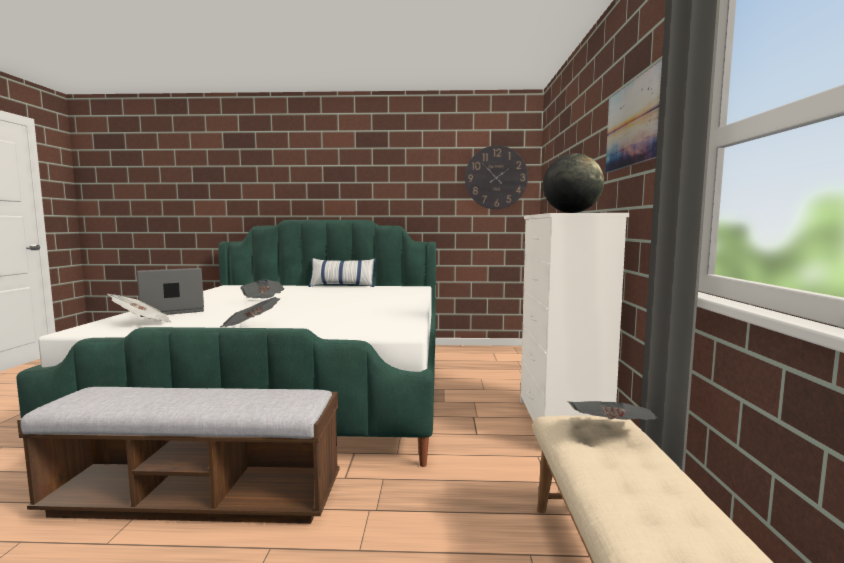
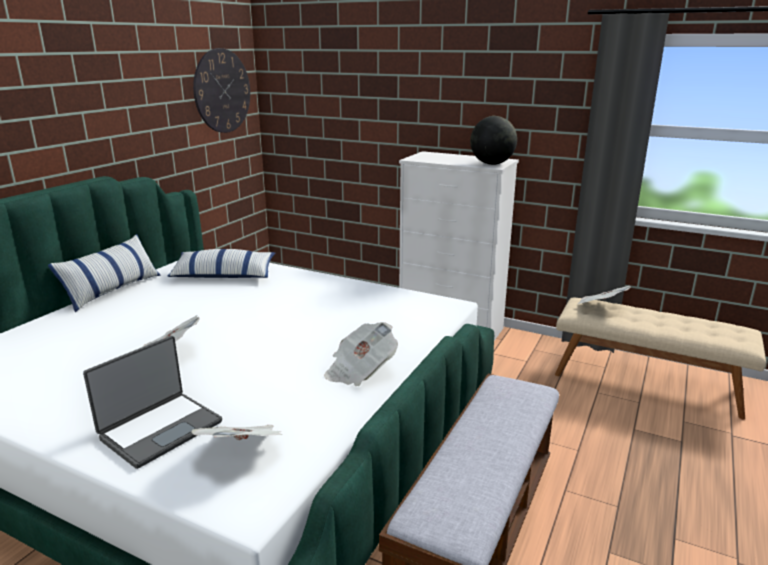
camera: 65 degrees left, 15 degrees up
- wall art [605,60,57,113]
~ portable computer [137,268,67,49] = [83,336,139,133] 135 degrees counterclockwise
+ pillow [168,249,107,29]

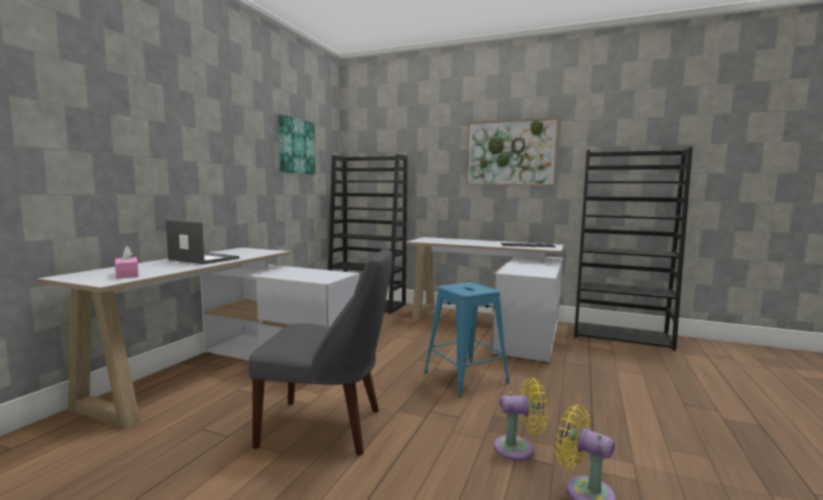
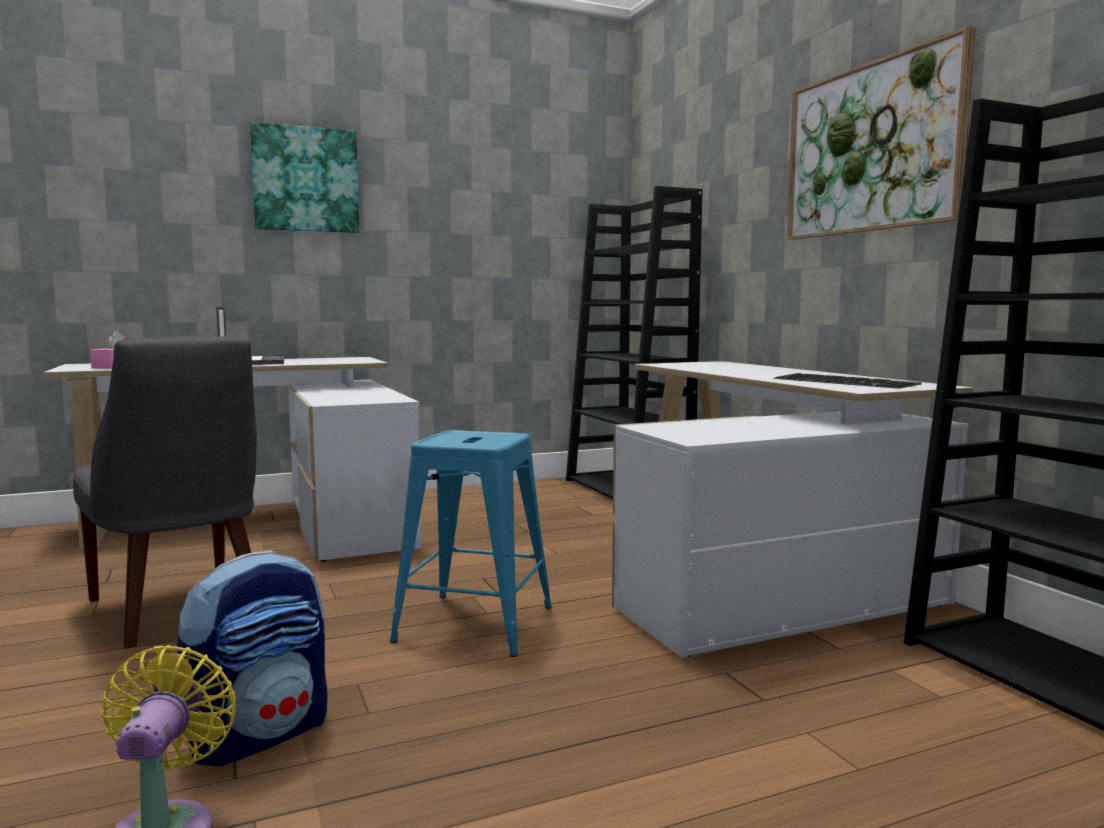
camera: 45 degrees right, 0 degrees up
~ wall art [278,114,37,61] to [250,122,109,111]
~ yellow-coloured fan [494,378,54,83] to backpack [177,550,150,216]

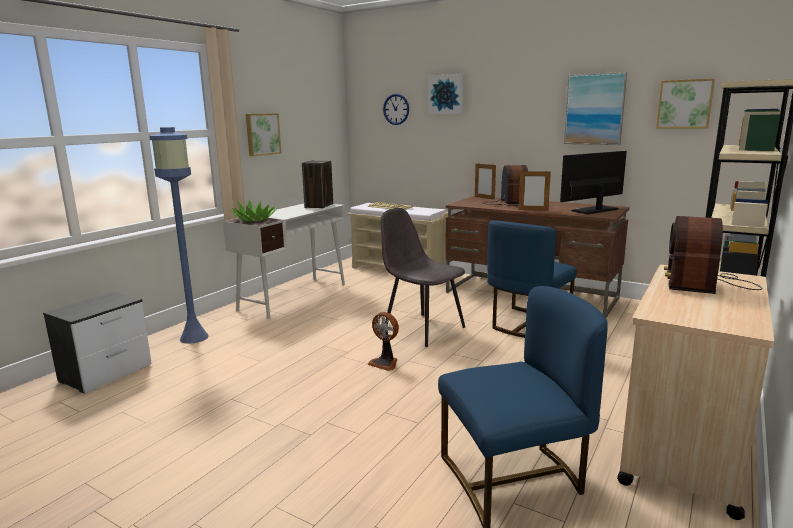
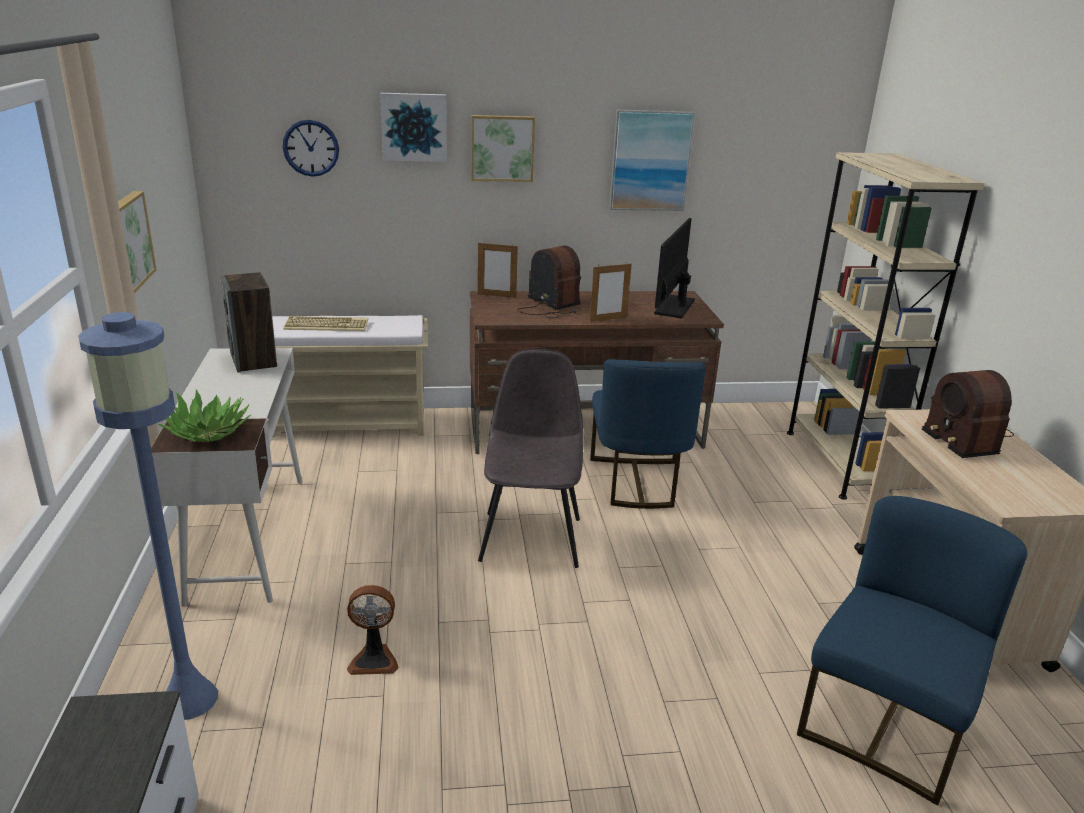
camera: 40 degrees left, 10 degrees up
~ wall art [656,79,59,49] to [471,115,64,67]
~ grey plain chair [381,208,84,139] = [478,349,106,219] 90 degrees clockwise
~ fan [368,312,31,59] to [347,585,51,90]

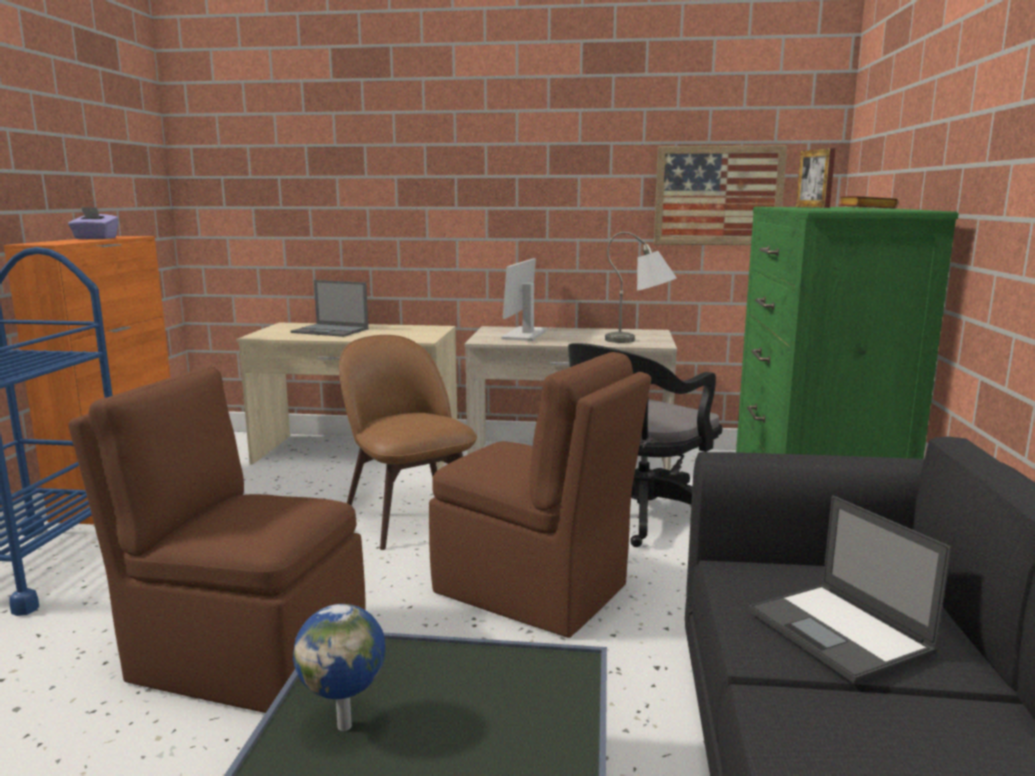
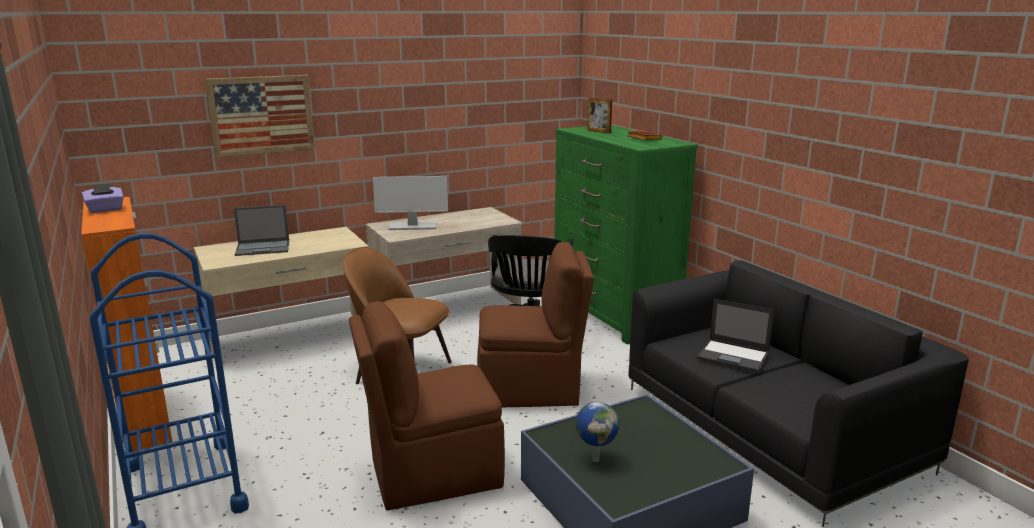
camera: 35 degrees left, 5 degrees up
~ wall art [654,145,133,100] to [205,75,110,83]
- grey table lamp [605,232,72,111]
~ computer display [501,258,47,83] = [373,176,75,54] 75 degrees counterclockwise

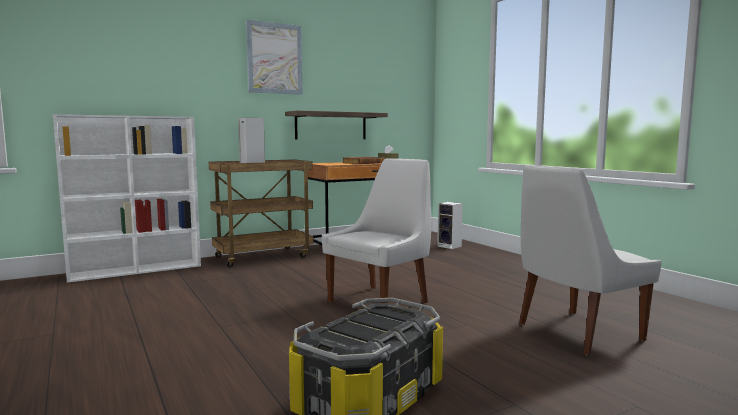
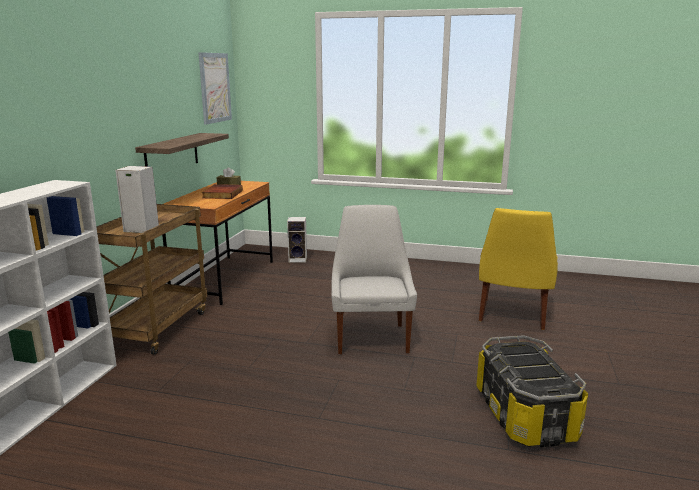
camera: 45 degrees left, 10 degrees up
~ wall art [246,20,57,75] to [198,52,34,73]
~ white-coloured plain chair [519,165,142,191] to yellow-coloured plain chair [479,208,79,122]

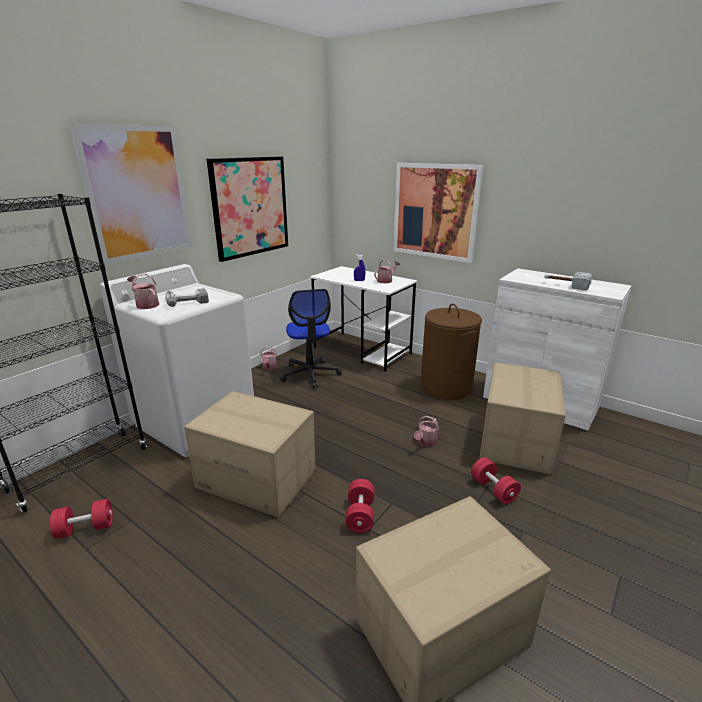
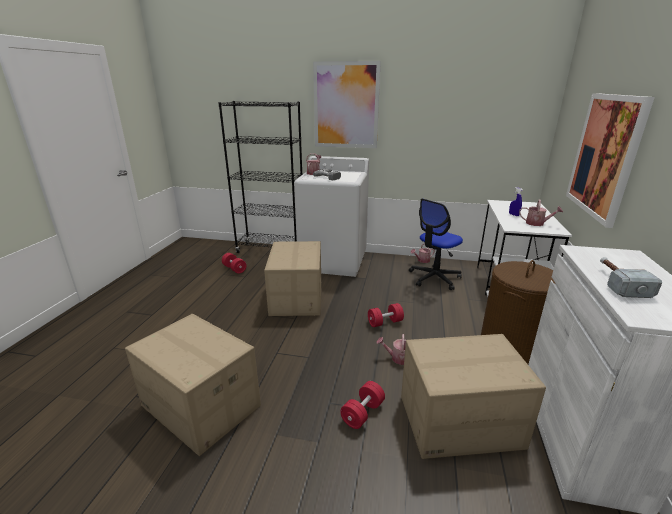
camera: 65 degrees right, 0 degrees up
- wall art [207,157,81,105]
~ red-coloured free weight [345,479,29,54] to [368,303,36,24]

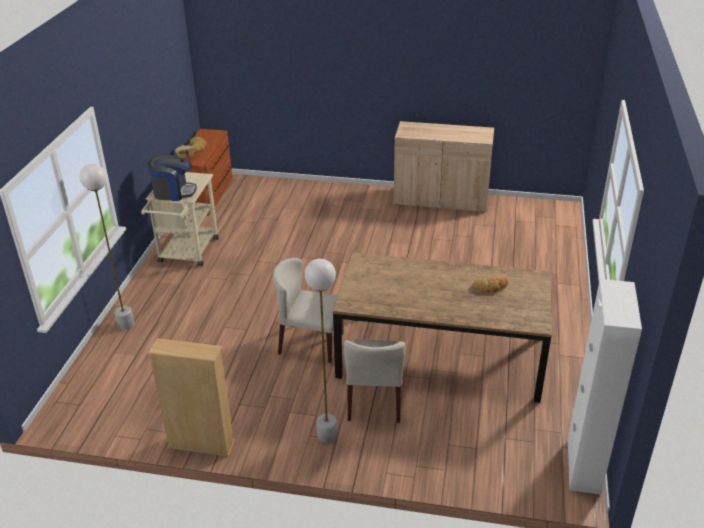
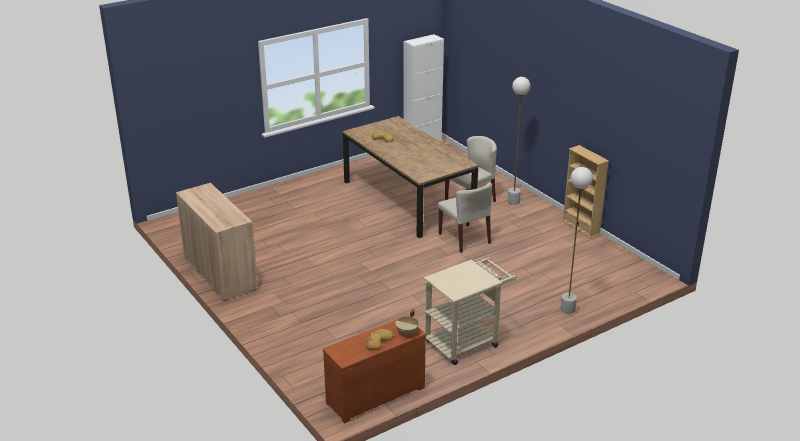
camera: 135 degrees left, 5 degrees down
- coffee maker [147,154,50,47]

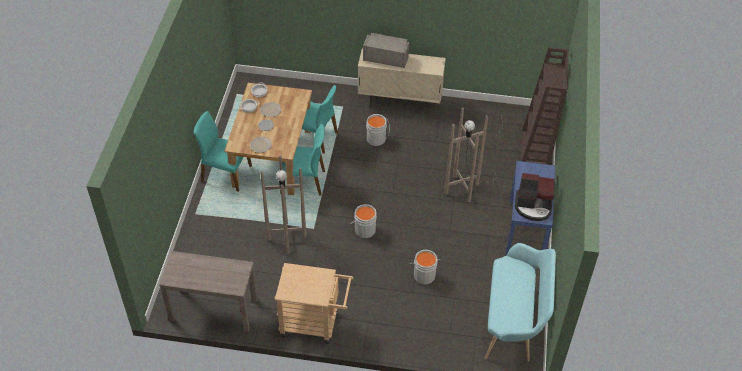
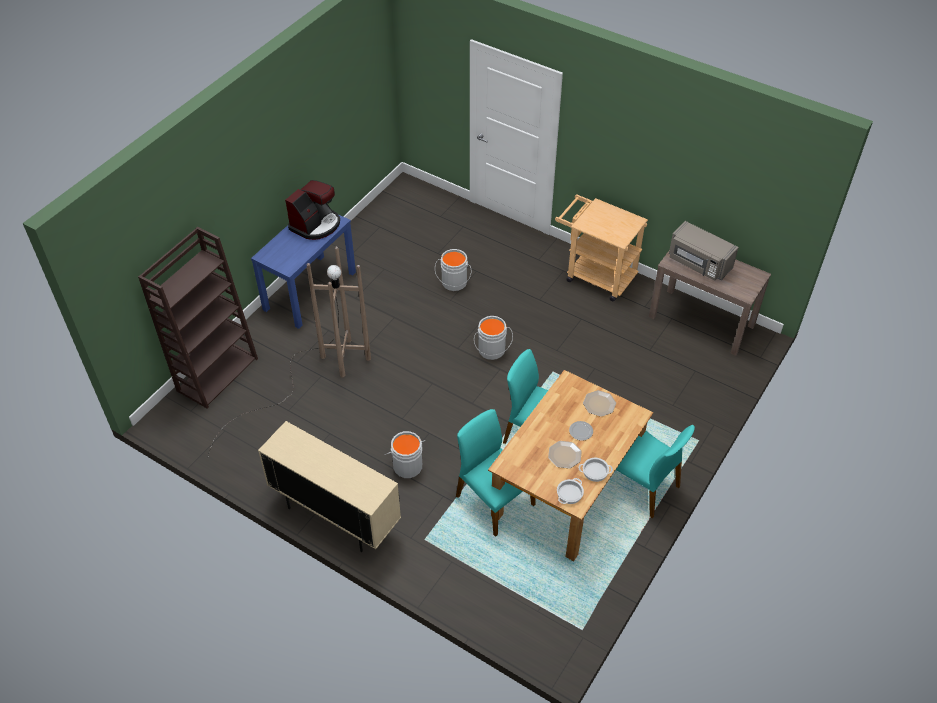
camera: 155 degrees left, 0 degrees up
~ grey microwave oven [363,33,46,35] to [669,221,70,60]
- brown-coloured standing lamp [260,155,116,149]
~ coffee maker [515,173,40,48] = [285,180,55,60] 90 degrees clockwise
- turquoise-coloured indoor bench [485,243,71,119]

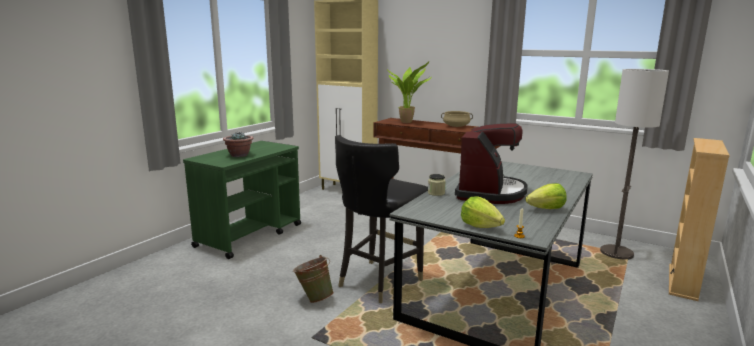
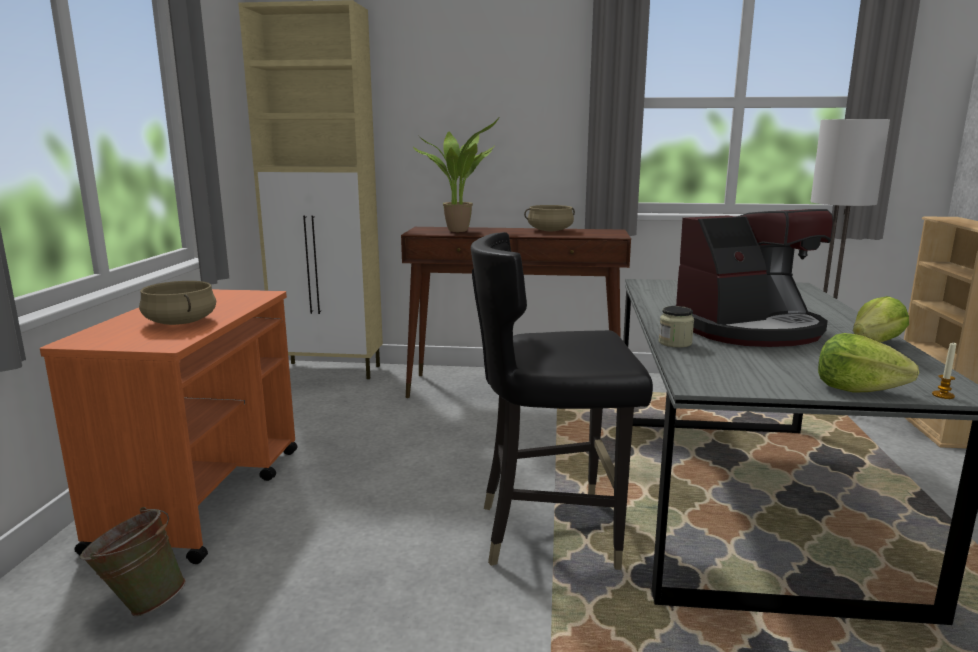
camera: 25 degrees left, 0 degrees up
~ coffee maker [455,123,73,81] = [676,209,157,138] 75 degrees clockwise
~ plant in a pot [223,132,30,25] to sand-coloured cooking pot [139,281,77,44]
~ blackish plain chair [335,135,93,168] = [471,232,182,338] 75 degrees clockwise
~ greenish cart [183,141,118,118] to orange-coloured cart [40,289,258,275]
~ greenish pail [293,255,41,48] to [80,507,106,109]

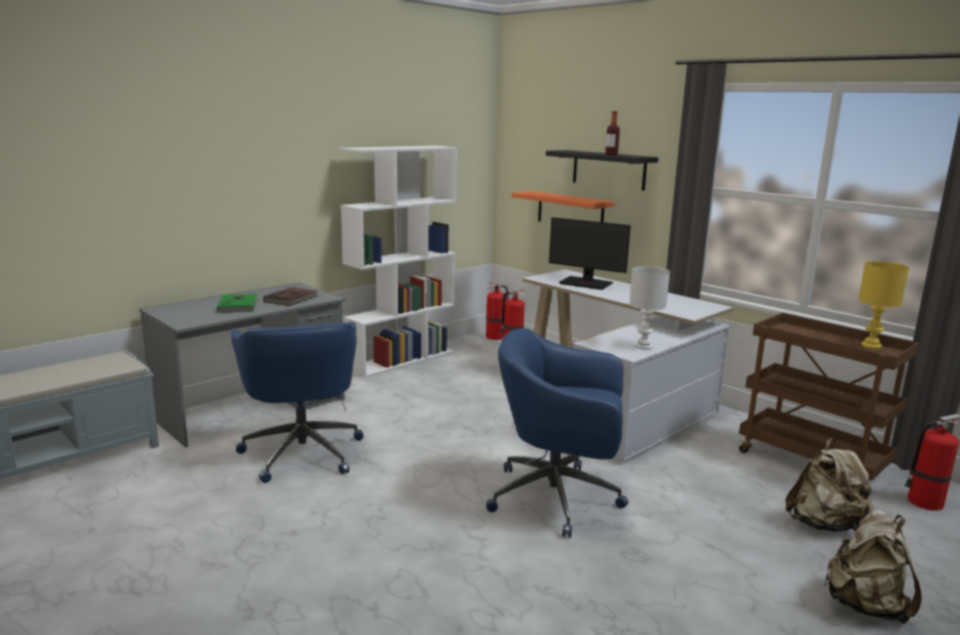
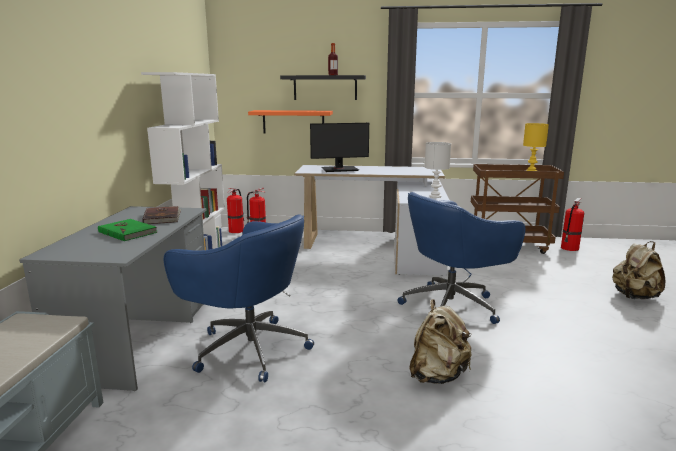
camera: 40 degrees left, 0 degrees up
~ sand-coloured backpack [785,438,89,94] to [409,299,63,85]

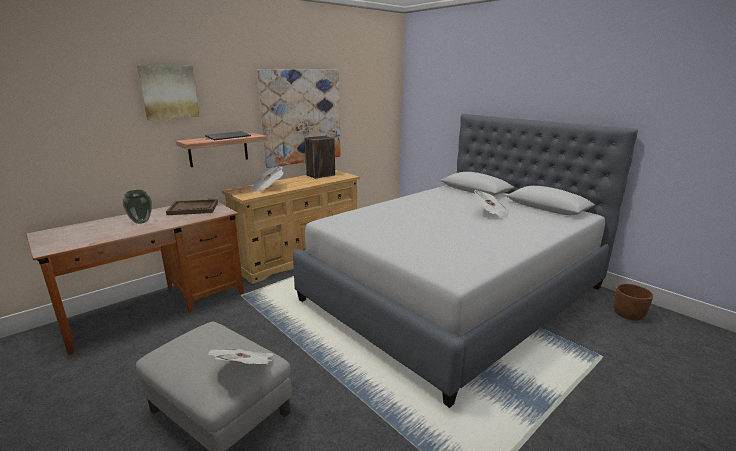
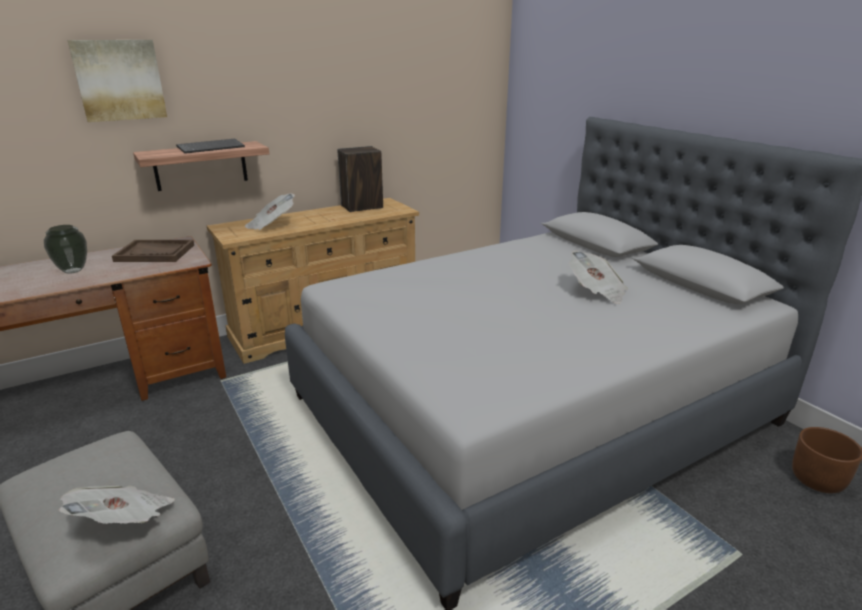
camera: 10 degrees right, 5 degrees up
- wall art [257,69,84,99]

